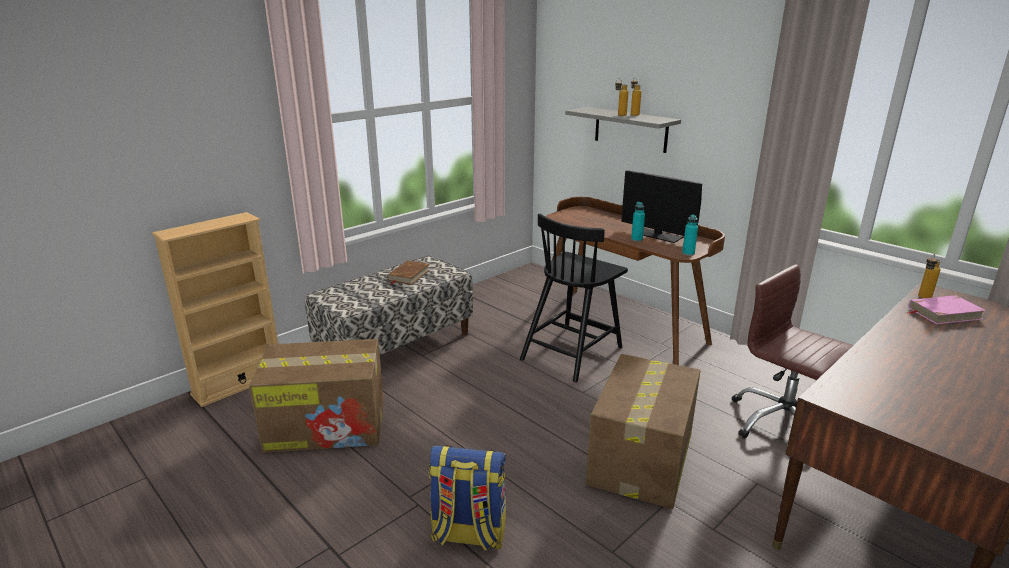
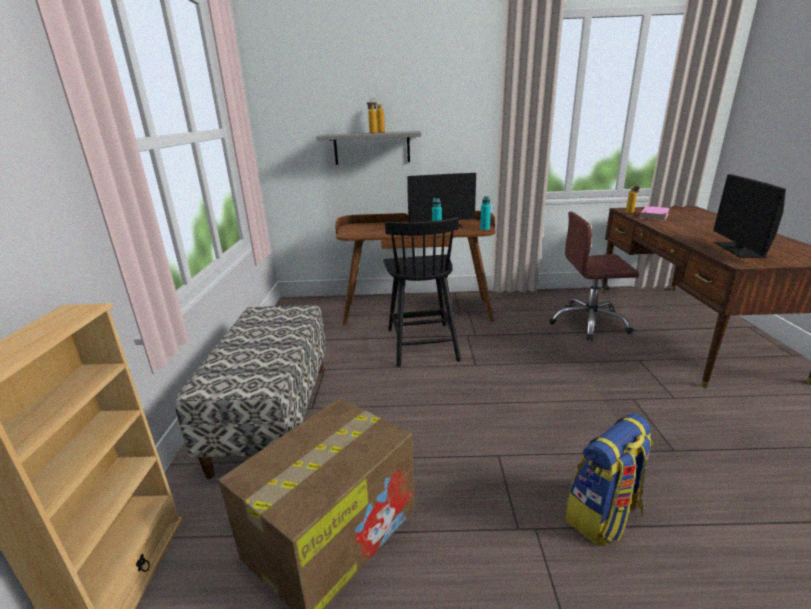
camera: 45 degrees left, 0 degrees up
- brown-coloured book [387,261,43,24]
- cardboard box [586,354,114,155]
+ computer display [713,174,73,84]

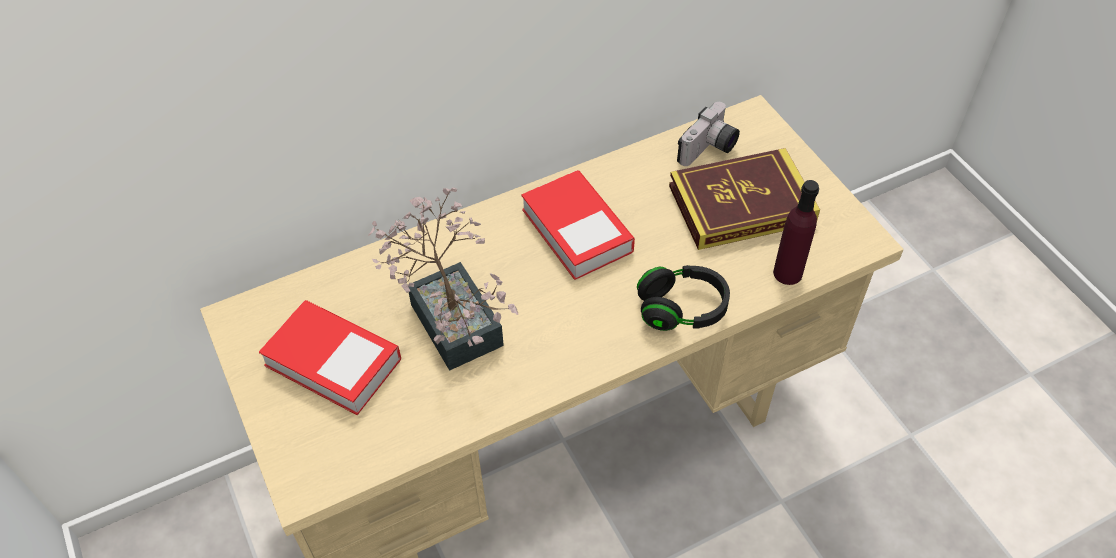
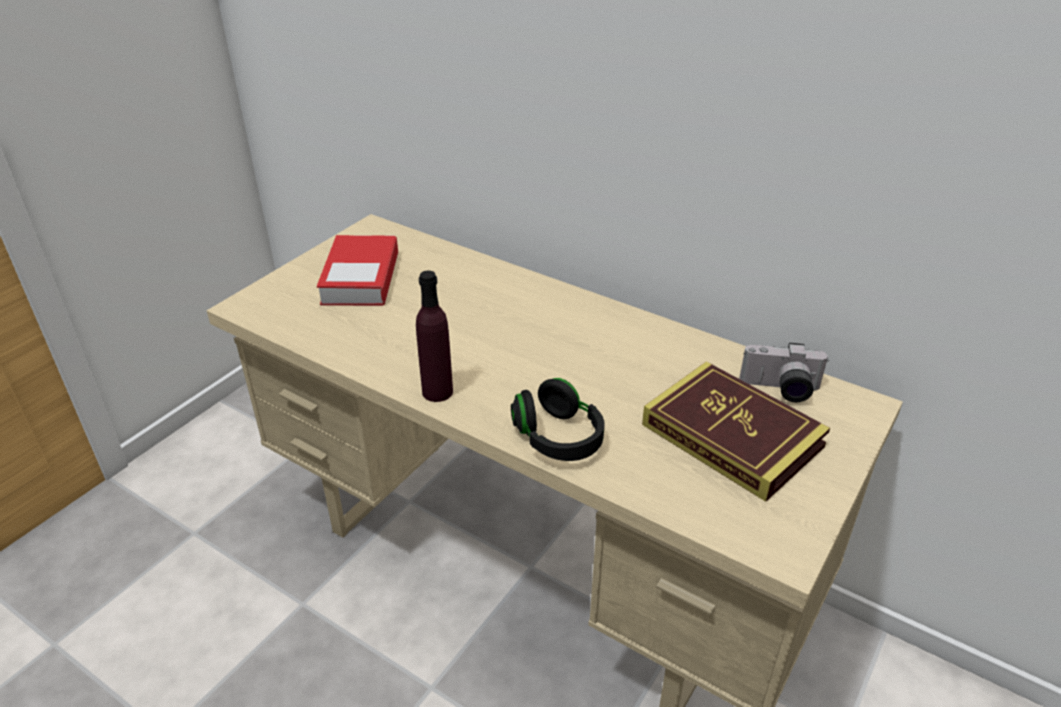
camera: 60 degrees right, 15 degrees down
- book [521,170,114,110]
~ purplish bottle [773,180,46,105] to [416,271,37,131]
- plant in a pot [368,188,150,183]

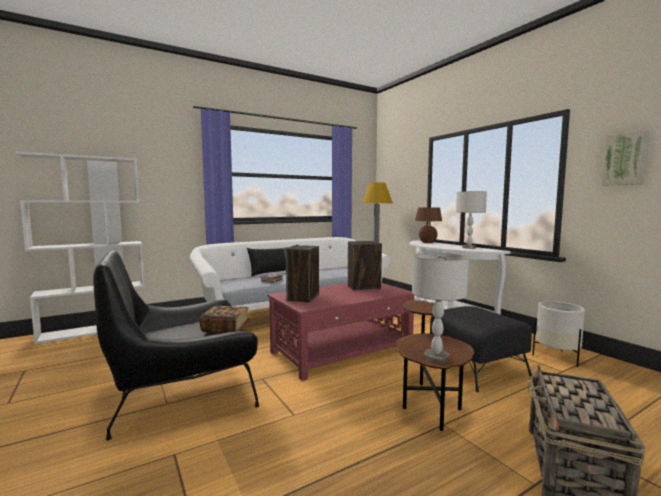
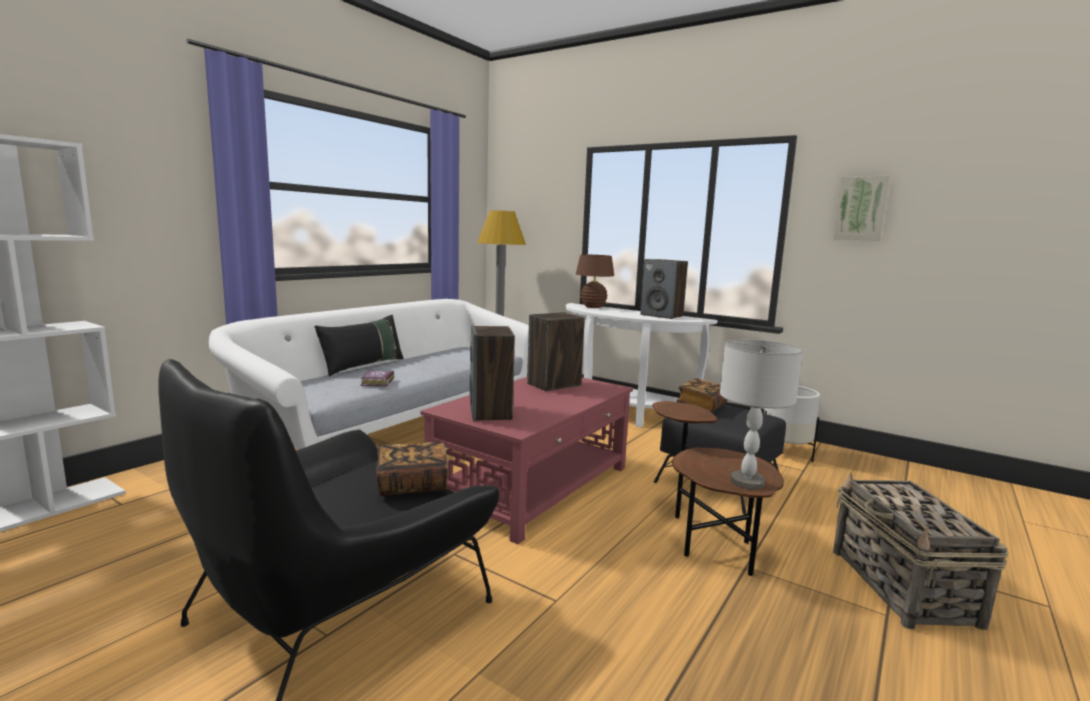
camera: 25 degrees left, 5 degrees up
~ grey table lamp [456,191,31,58] to audio speaker [640,259,48,60]
+ book [676,379,51,34]

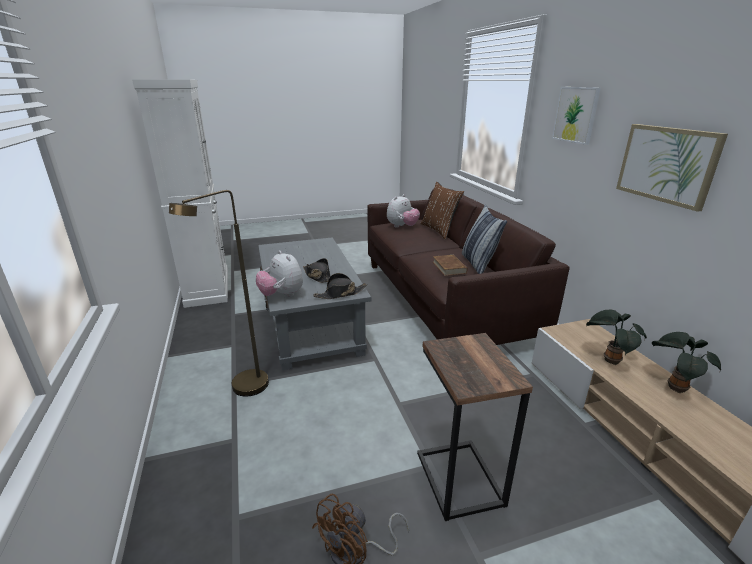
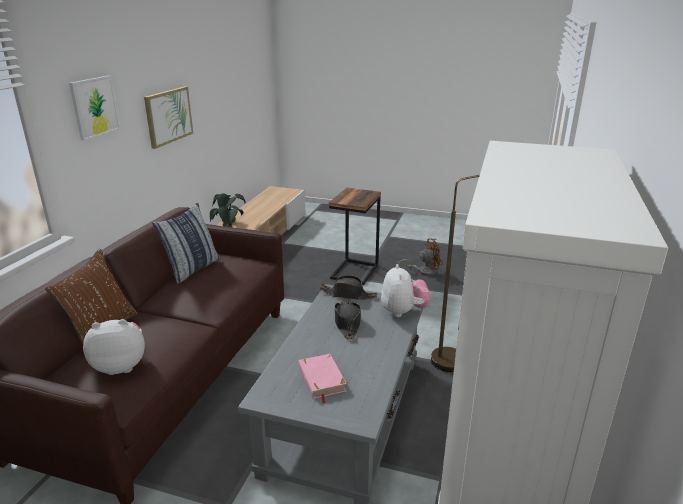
camera: 145 degrees left, 0 degrees up
- brown-coloured book [433,255,35,21]
+ pink book [298,354,49,49]

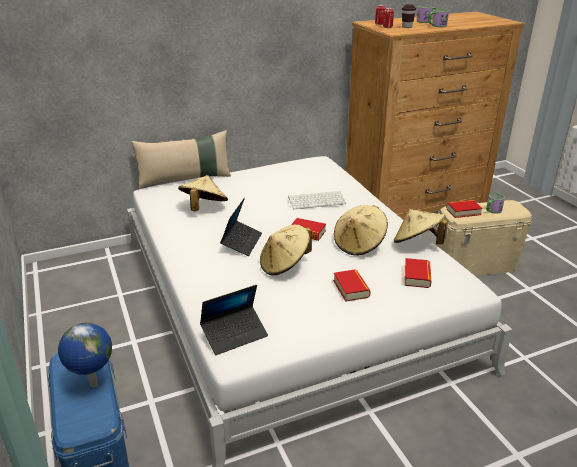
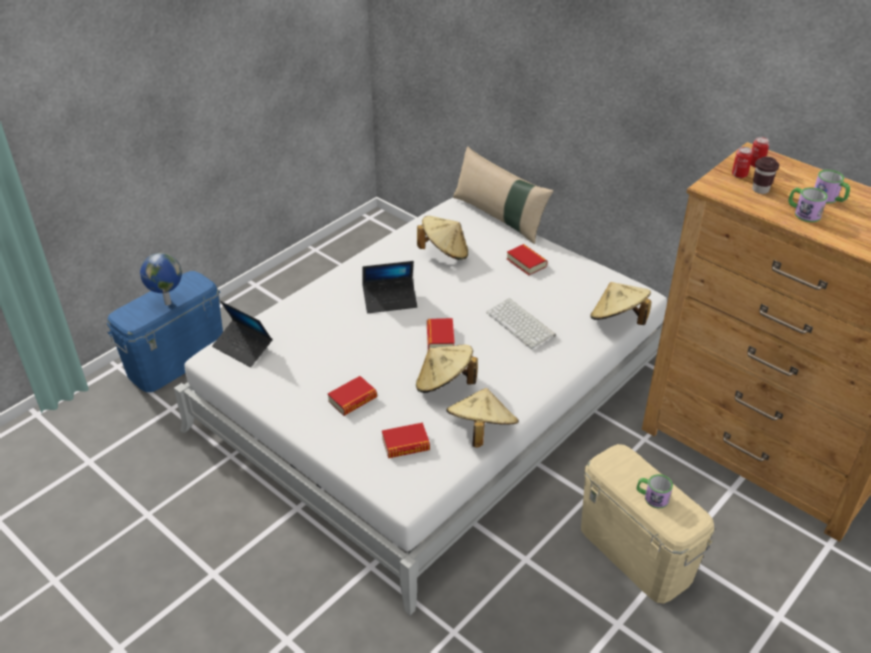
camera: 65 degrees right, 10 degrees up
~ book [446,200,37,18] to [507,244,40,31]
~ sand-coloured hat [260,224,52,51] to [590,282,61,43]

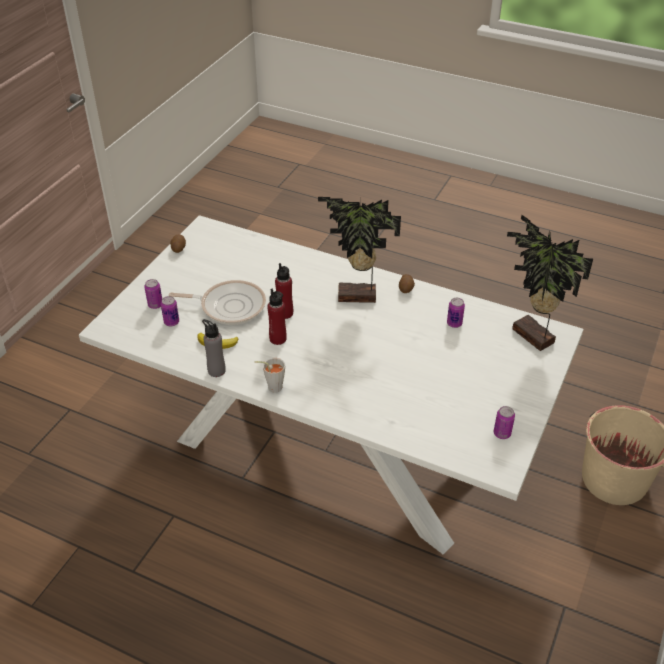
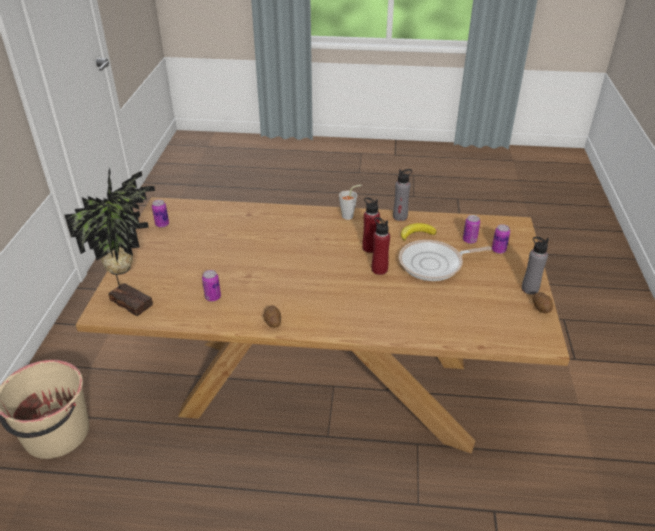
camera: 160 degrees right, 5 degrees down
- plant in a pot [318,197,83,106]
~ white-coloured dinner table [79,215,505,340] to brown-coloured dinner table [76,197,494,256]
+ grey bottle [522,237,27,58]

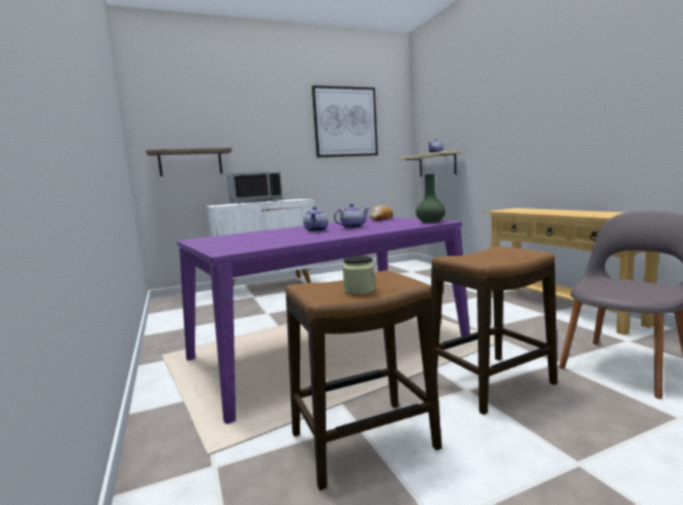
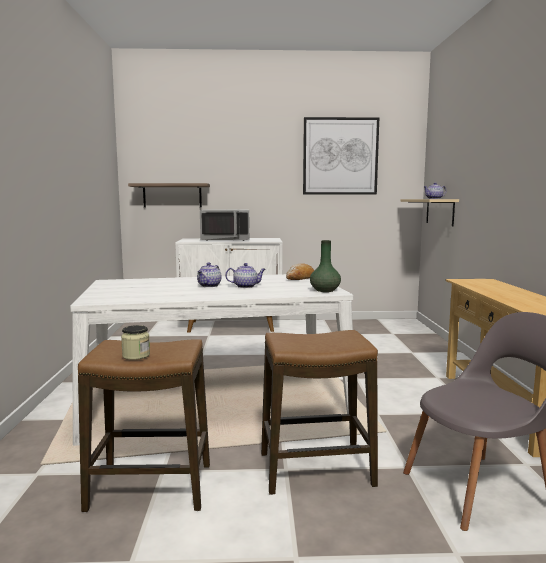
camera: 20 degrees right, 0 degrees up
~ purplish dinner table [177,217,293,207] to white-coloured dinner table [70,274,283,172]

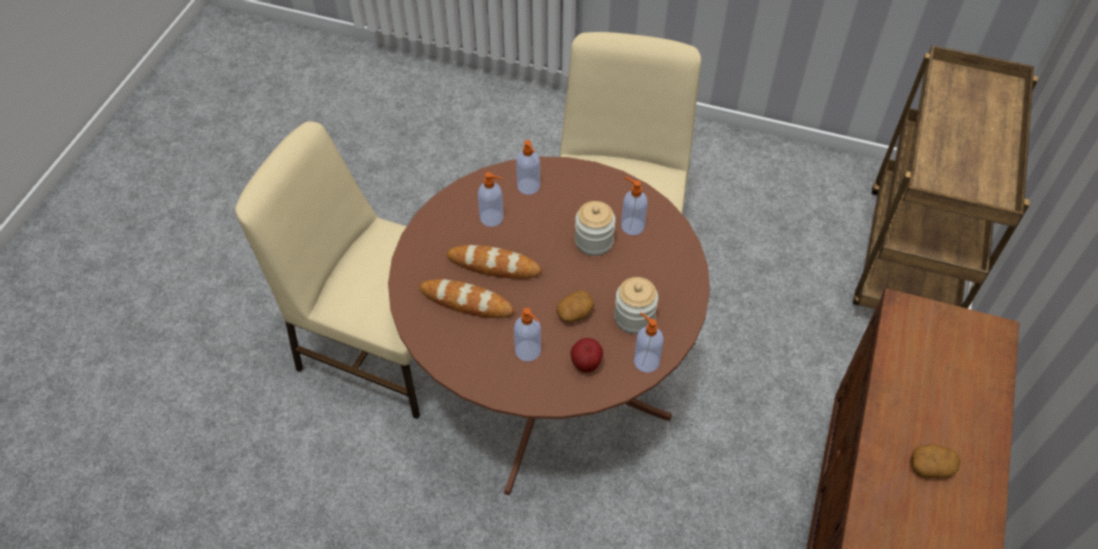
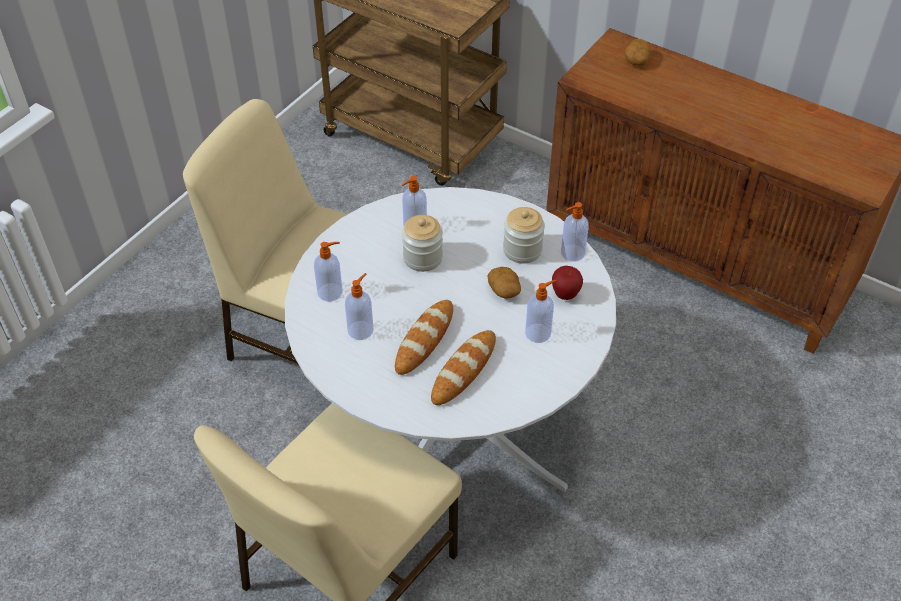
camera: 75 degrees left, 5 degrees down
~ brown-coloured dinner table [388,157,322,338] to white-coloured dinner table [285,187,331,305]
~ whole potato [911,444,49,34] to [625,39,26,27]

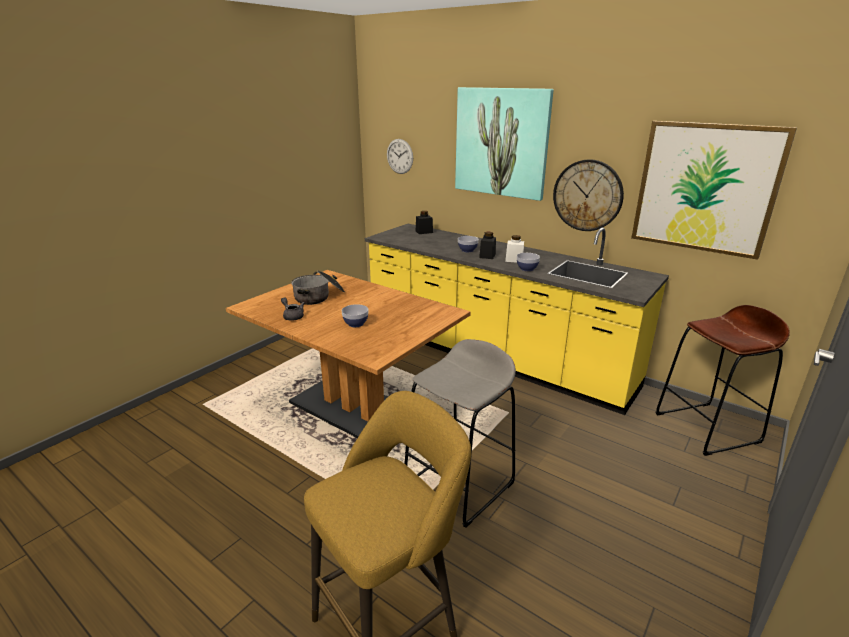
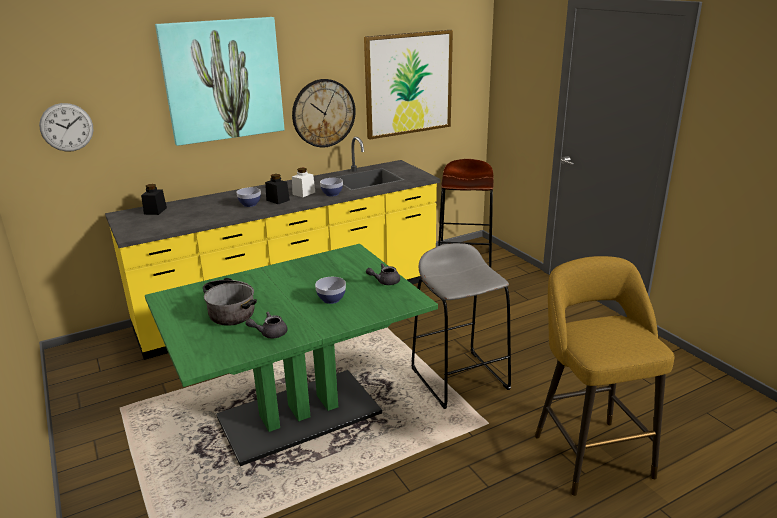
camera: 65 degrees left, 0 degrees up
~ brown-coloured dinner table [226,270,245,168] to greenish dinner table [145,244,293,222]
+ grey tea pot [366,263,34,22]

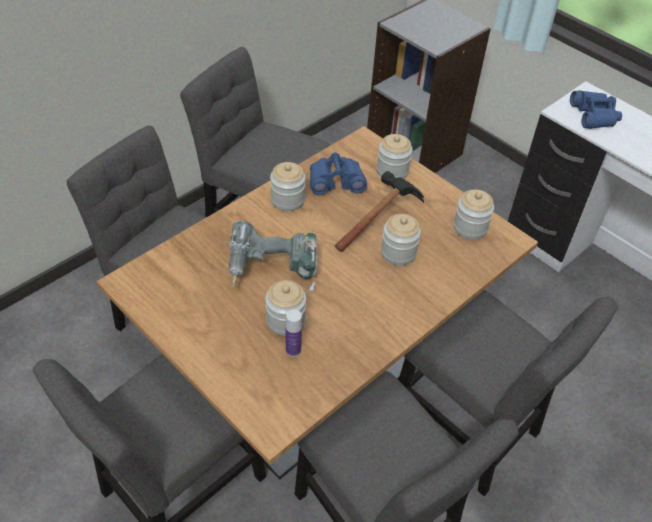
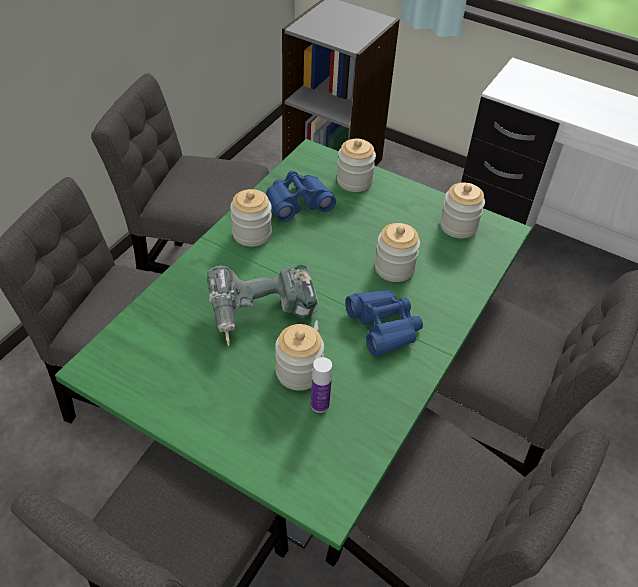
camera: 15 degrees left, 0 degrees up
~ blue pair of binoculars [570,90,52,39] to [345,289,78,67]
~ brown-coloured dinner table [97,126,441,354] to greenish dinner table [55,139,477,412]
- tool hammer [335,171,89,81]

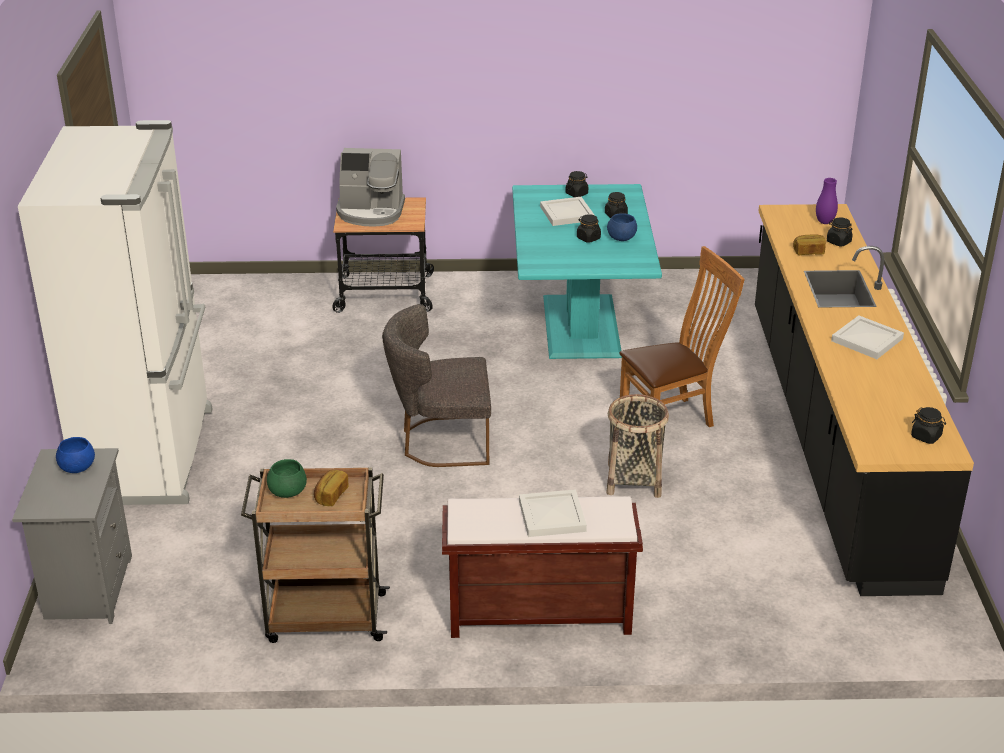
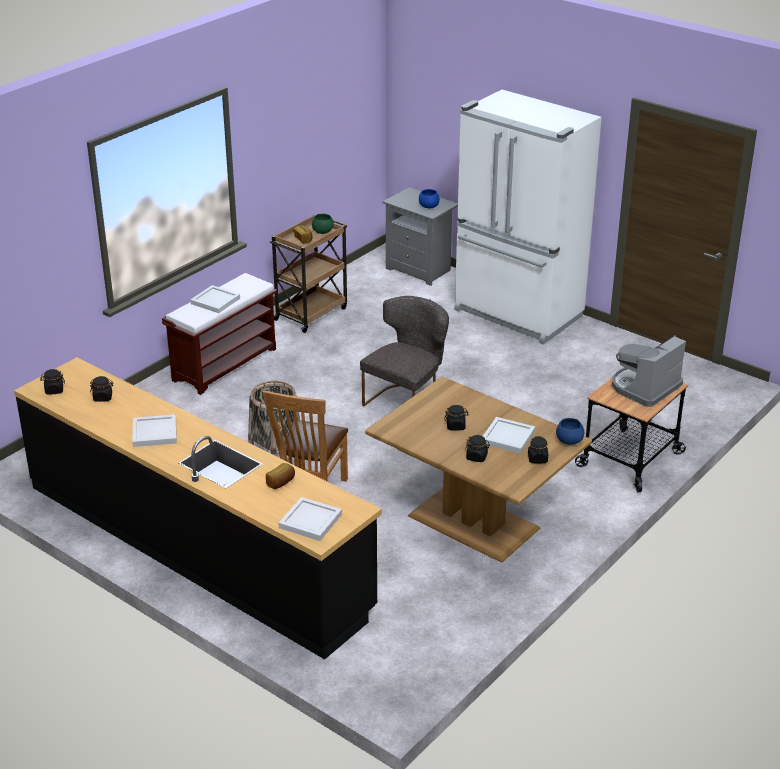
camera: 130 degrees right, 0 degrees up
~ purplish decorative vase [816,178,22,46] to white-coloured serving tray [279,497,63,44]
~ turquoise-coloured dinner table [512,184,150,175] to brown-coloured dinner table [365,377,227,186]
~ blue deep dish [607,213,30,28] to [556,418,28,27]
~ blackish preserve jar [827,218,26,28] to [90,376,24,26]

